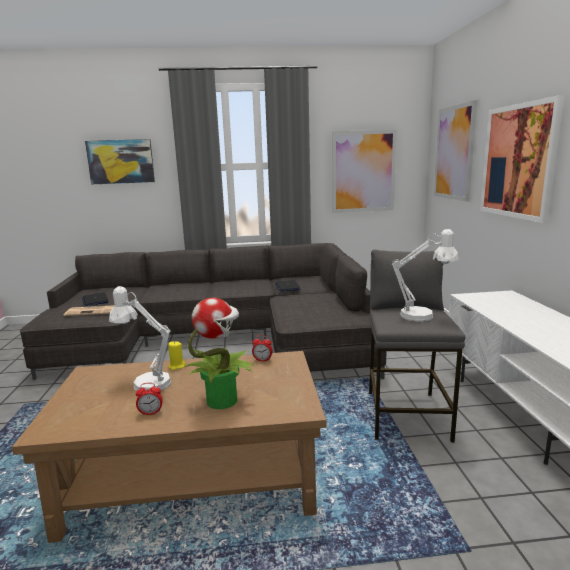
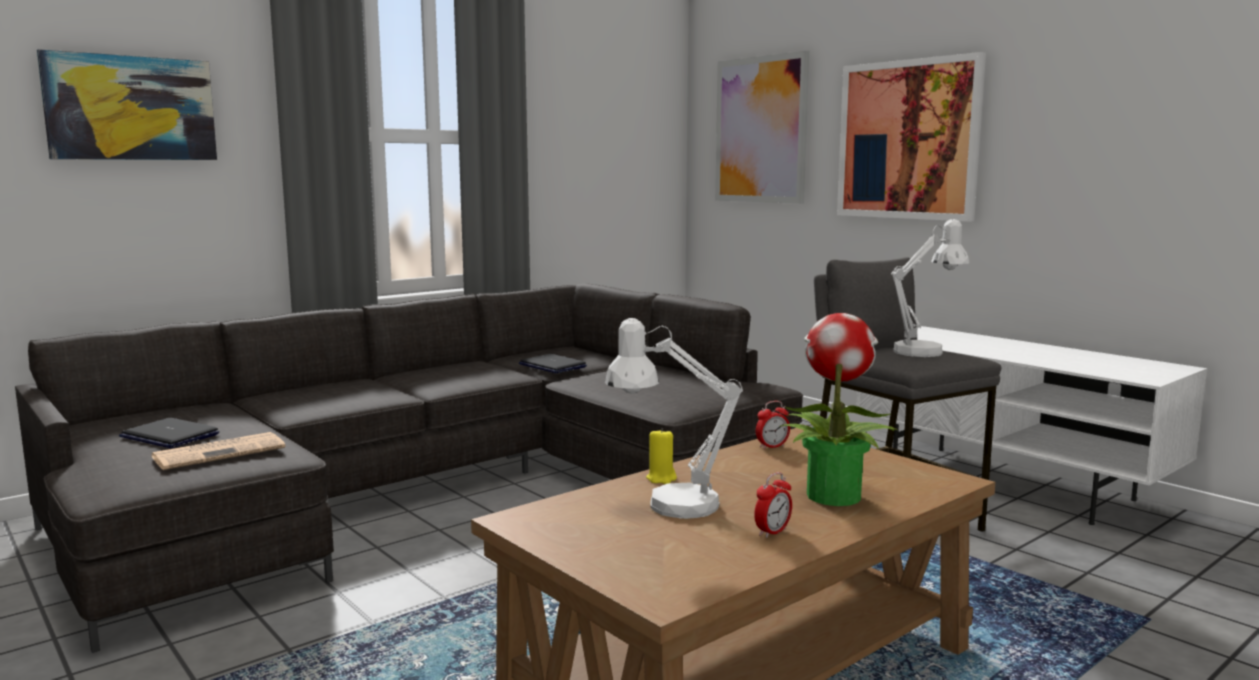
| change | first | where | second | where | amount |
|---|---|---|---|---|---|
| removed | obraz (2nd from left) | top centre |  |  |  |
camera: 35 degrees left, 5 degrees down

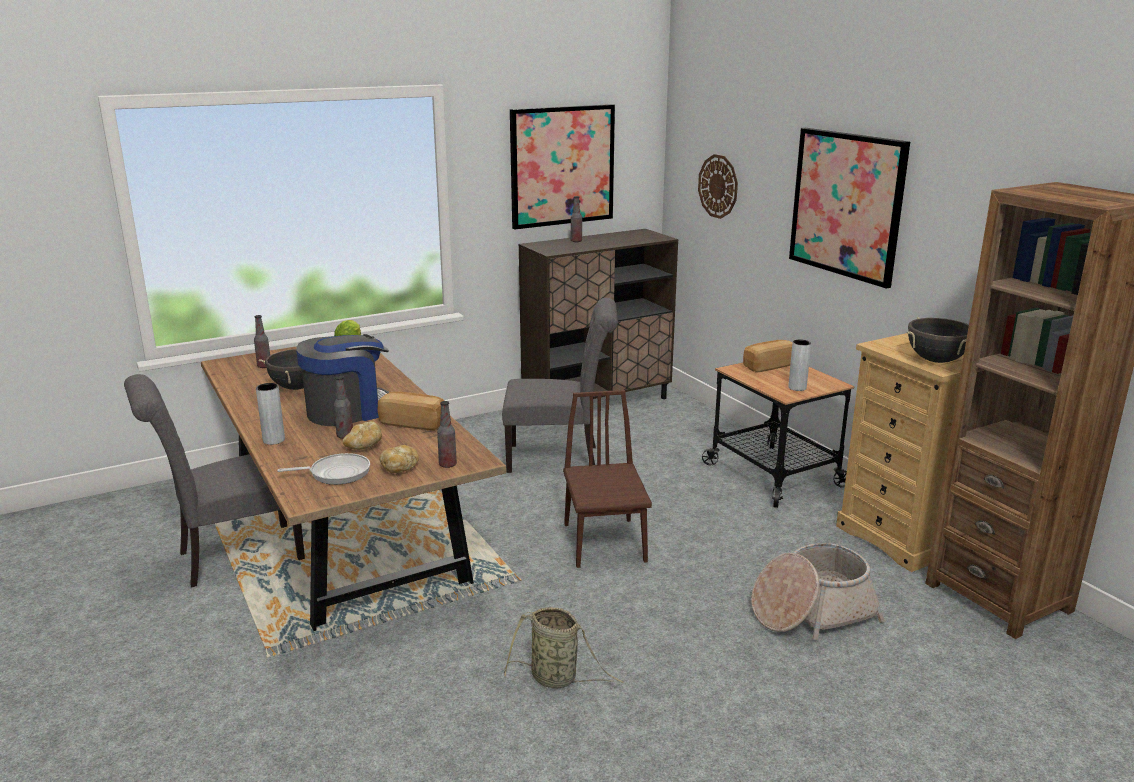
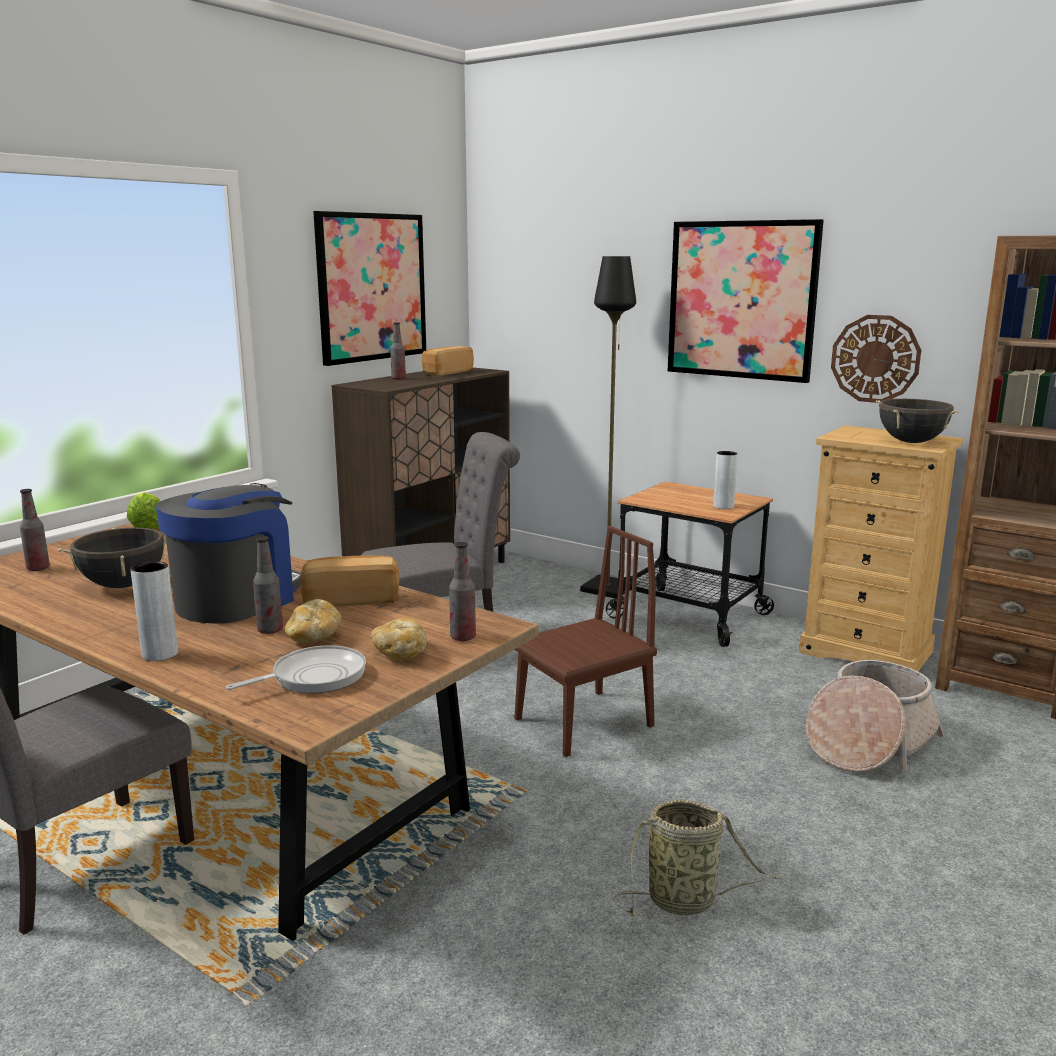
| change | first | where | second | where | amount |
|---|---|---|---|---|---|
| moved | chleb (4th from left) | middle right |  | centre |  |
| turned | krzesło [brązowy] | centre |  | centre | 90 degrees clockwise |
| added |  |  | lampa stojąca [czarny] | centre |  |
| moved | zegar ścienny | top centre |  | middle right |  |
camera: 25 degrees left, 5 degrees down

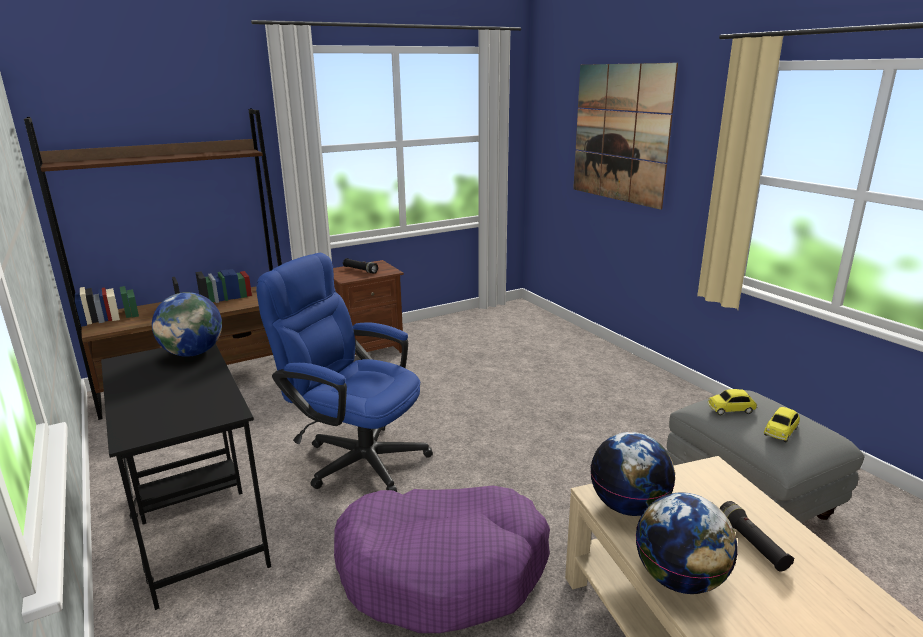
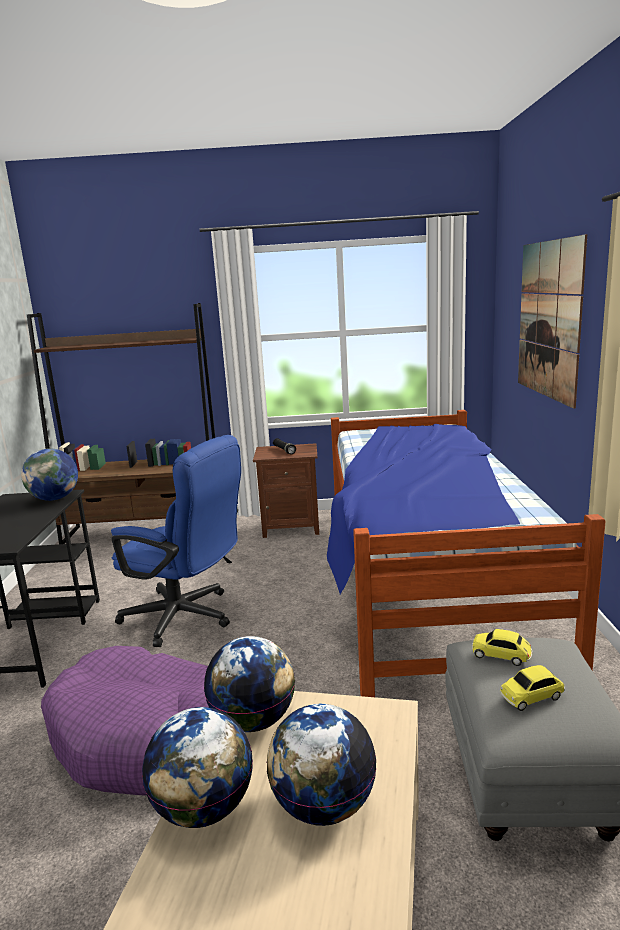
| change | first | where | second | where | amount |
|---|---|---|---|---|---|
| turned | krzesło biurowe [niebieski] | centre |  | middle left | 150 degrees clockwise |
| replaced | latarka [czarny] (2nd from left) | bottom right | globus (4th from left) | bottom centre |  |
| added |  |  | łóżko | middle right |  |
camera: 30 degrees right, 5 degrees down

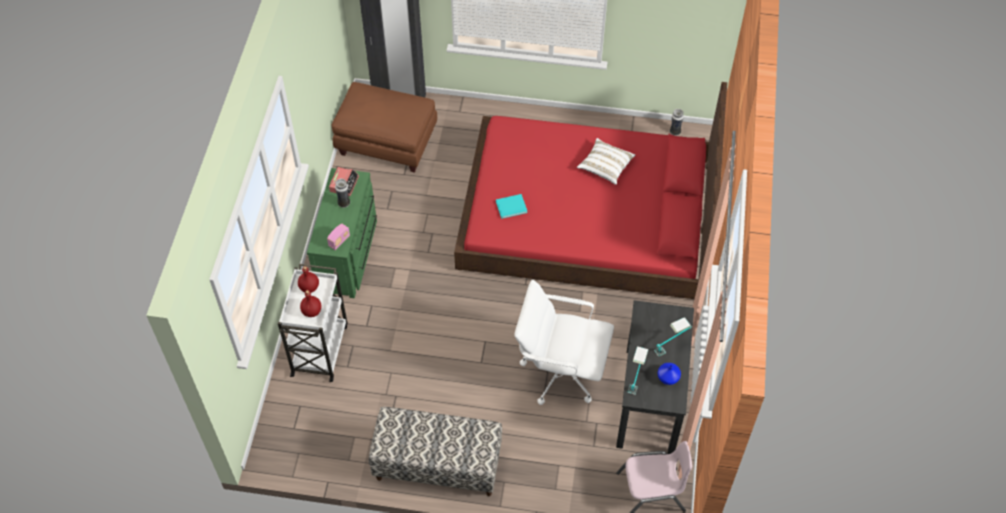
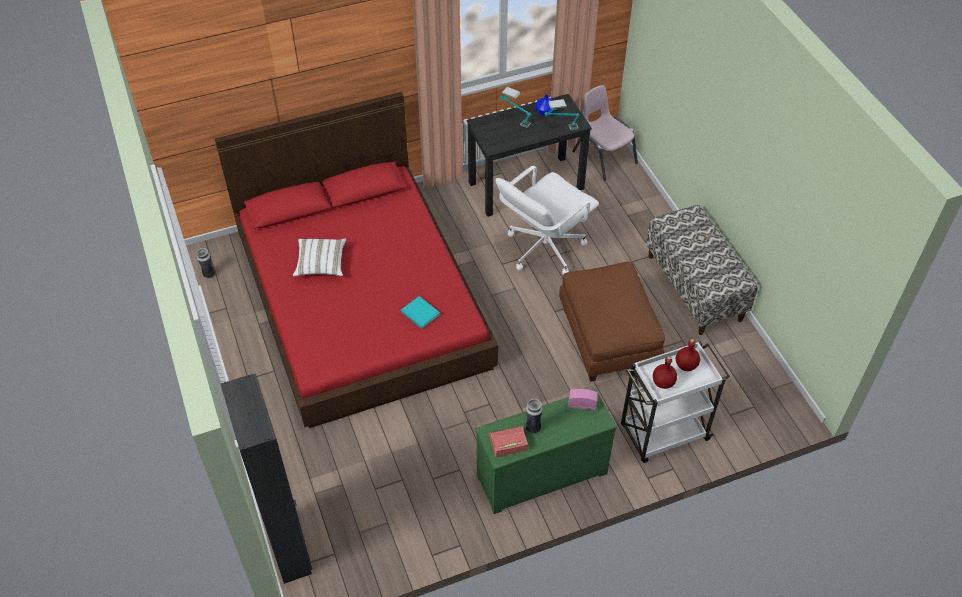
| change | first | where | second | where | amount |
|---|---|---|---|---|---|
| turned | krzesło biurowe [biały] | bottom centre |  | centre | 60 degrees clockwise |
| moved | pufa [brązowy] | top centre |  | centre |  |
camera: 120 degrees left, 5 degrees down

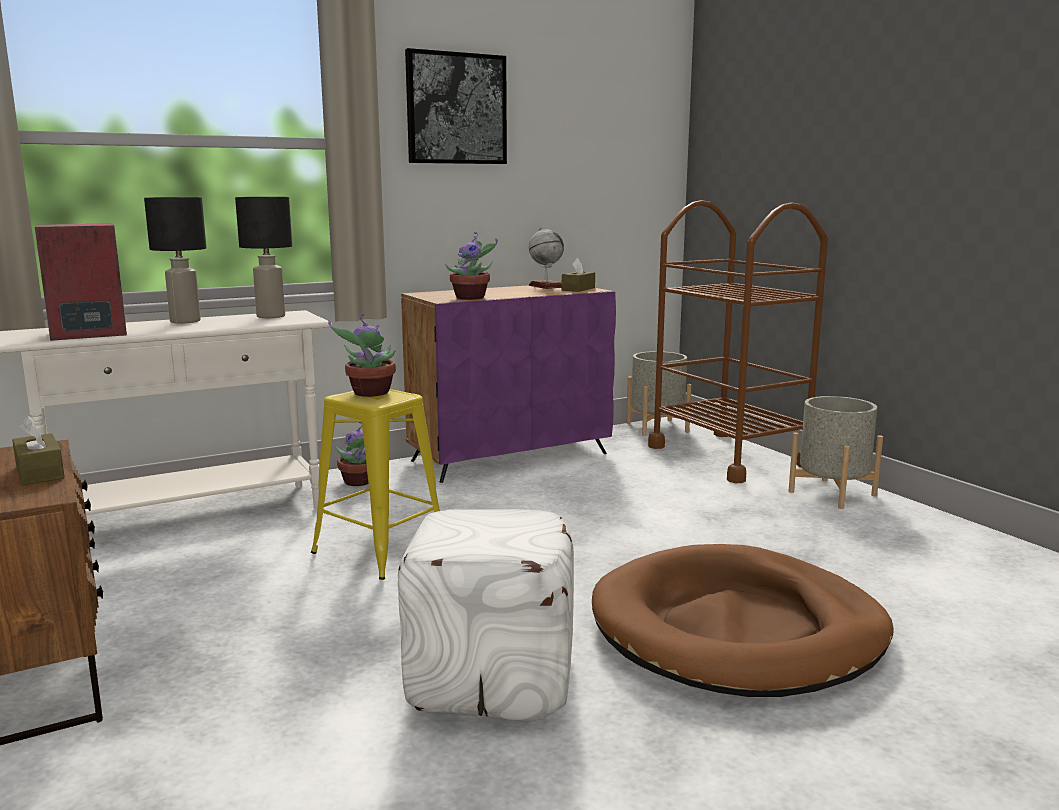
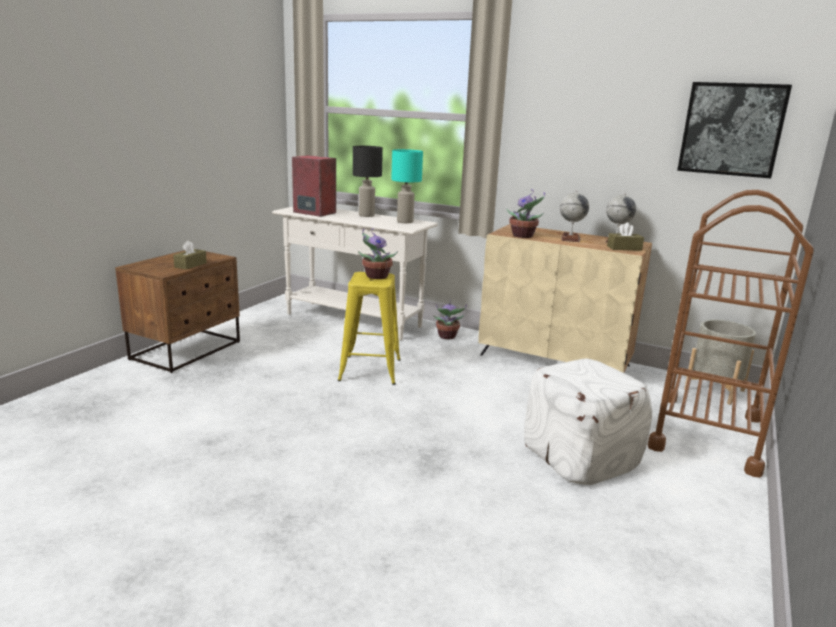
| change | first | where | second | where | amount |
|---|---|---|---|---|---|
| recoloured | lampa stołowa [czarny] (2nd from left) | top left | lampa stołowa [turkusowy] | top centre |  |
| recoloured | szafka [fioletowy] | centre | szafka [beżowy] | middle right |  |
| moved | pufa [biały] | bottom centre |  | bottom right |  |
| added |  |  | globus (1st from left) | middle right |  |
| moved | obraz | top centre |  | top right |  |
| removed | legowisko [brązowy] | bottom right |  |  |  |
| removed | donica [szary] (2nd from left) | middle right |  |  |  |
camera: 55 degrees right, 5 degrees up

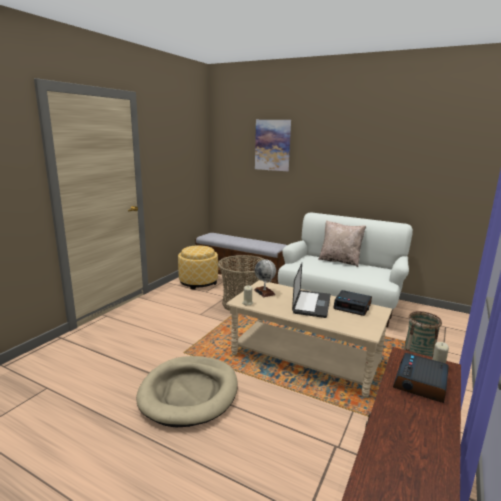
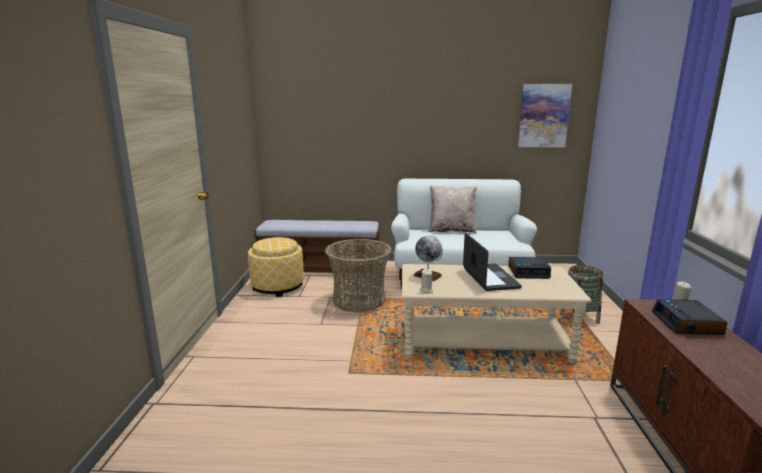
| change | first | where | second | where | amount |
|---|---|---|---|---|---|
| moved | obraz | top centre |  | top right |  |
| removed | legowisko [beżowy] | bottom centre |  |  |  |
camera: 25 degrees left, 0 degrees up

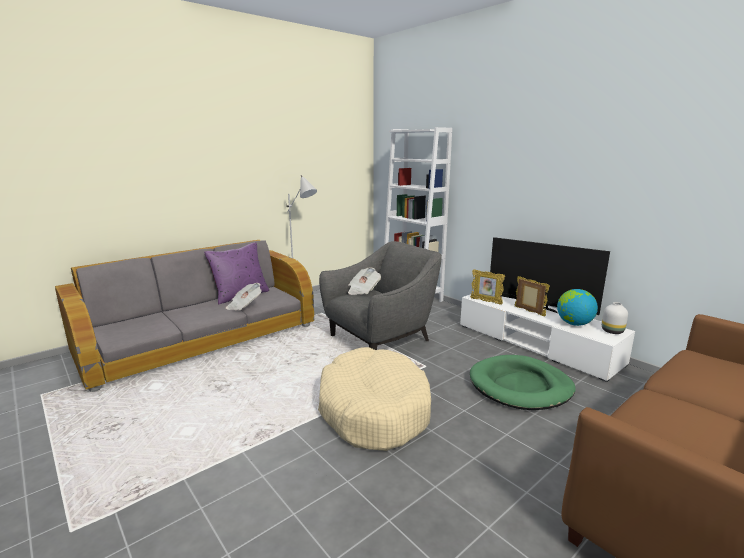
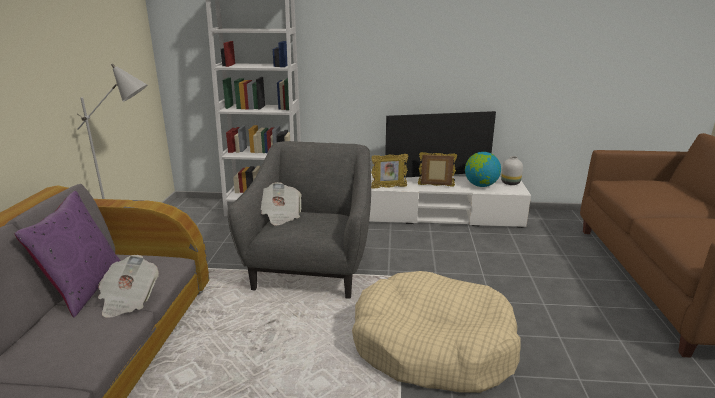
| change | first | where | second | where | amount |
|---|---|---|---|---|---|
| removed | legowisko [zielony] | bottom right |  |  |  |
camera: 45 degrees left, 5 degrees up

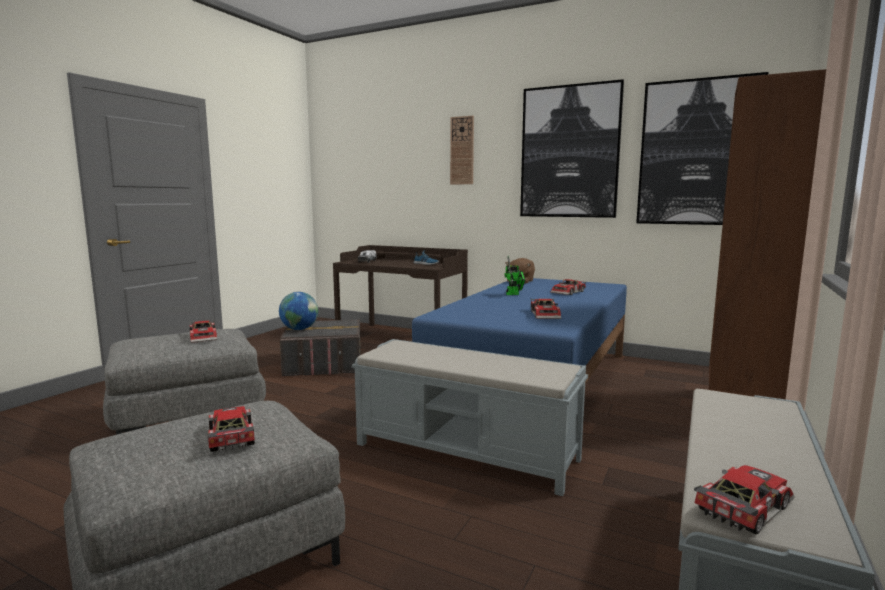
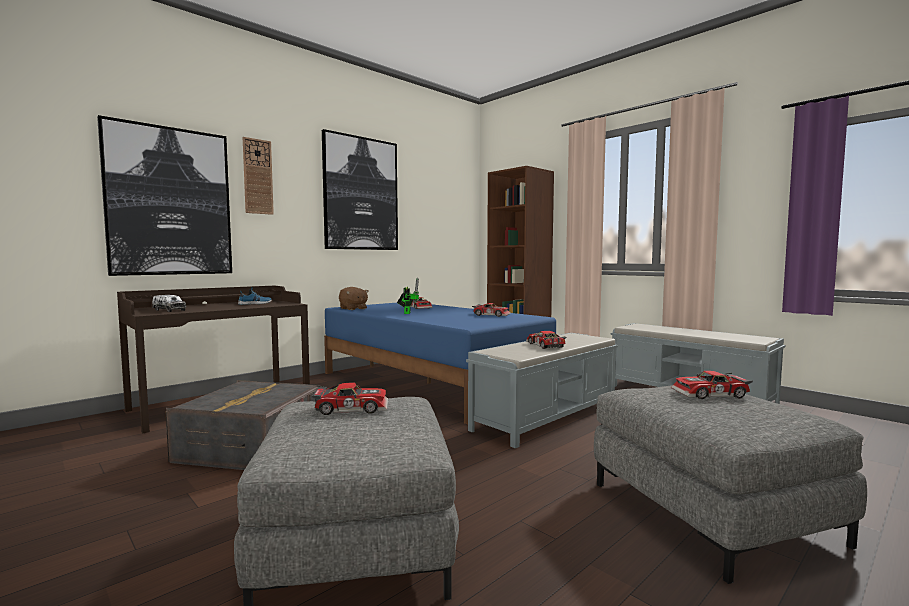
| change | first | where | second | where | amount |
|---|---|---|---|---|---|
| moved | obraz (2nd from left in the first image) | top right | obraz (1st from left) | top left |  |
| moved | samochodzik (5th from left in the first image) | bottom right | samochodzik (4th from left) | centre |  |
| removed | globus | centre |  |  |  |
camera: 70 degrees left, 5 degrees down

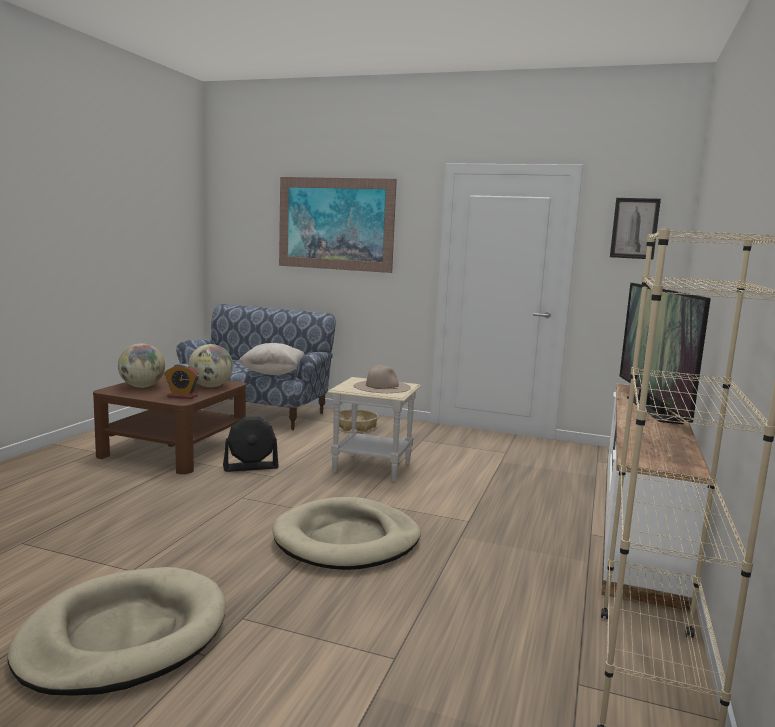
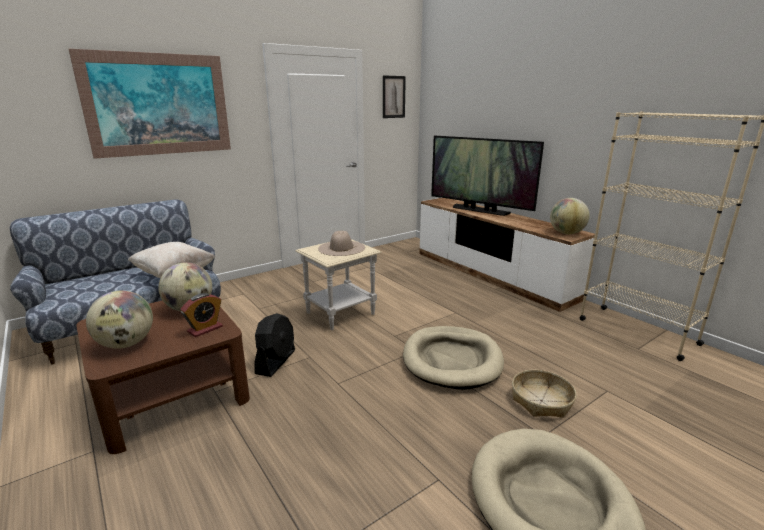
| change | first | where | second | where | amount |
|---|---|---|---|---|---|
| moved | koszyk | centre |  | bottom right |  |
| added |  |  | globus (3rd from left) | middle right |  |
camera: 55 degrees left, 10 degrees up

